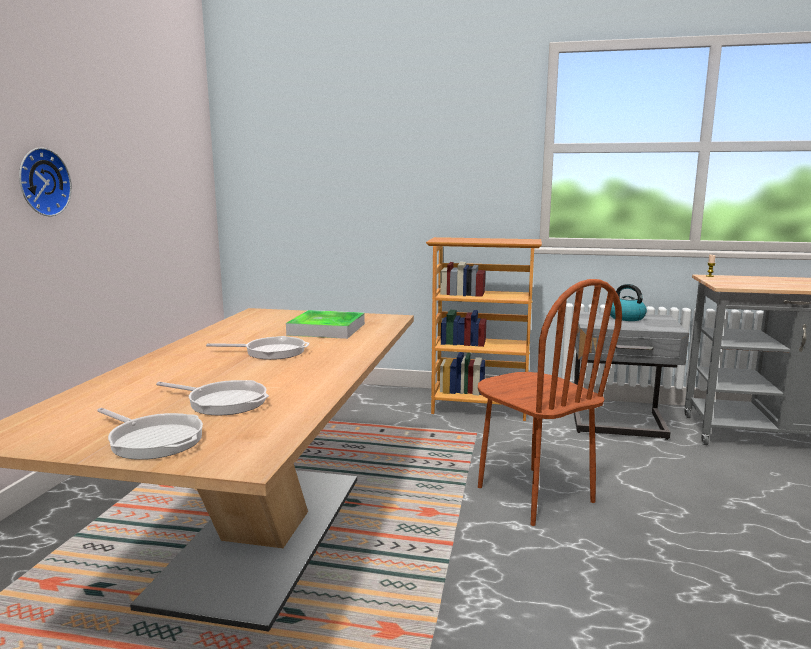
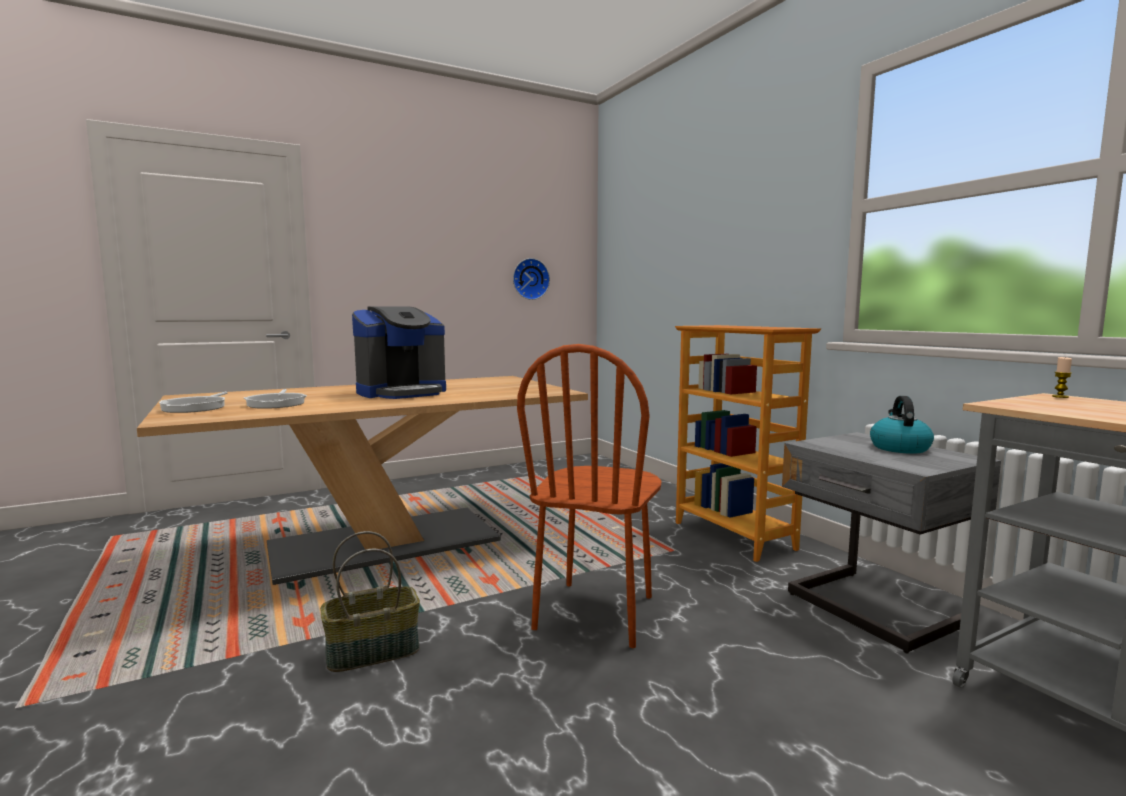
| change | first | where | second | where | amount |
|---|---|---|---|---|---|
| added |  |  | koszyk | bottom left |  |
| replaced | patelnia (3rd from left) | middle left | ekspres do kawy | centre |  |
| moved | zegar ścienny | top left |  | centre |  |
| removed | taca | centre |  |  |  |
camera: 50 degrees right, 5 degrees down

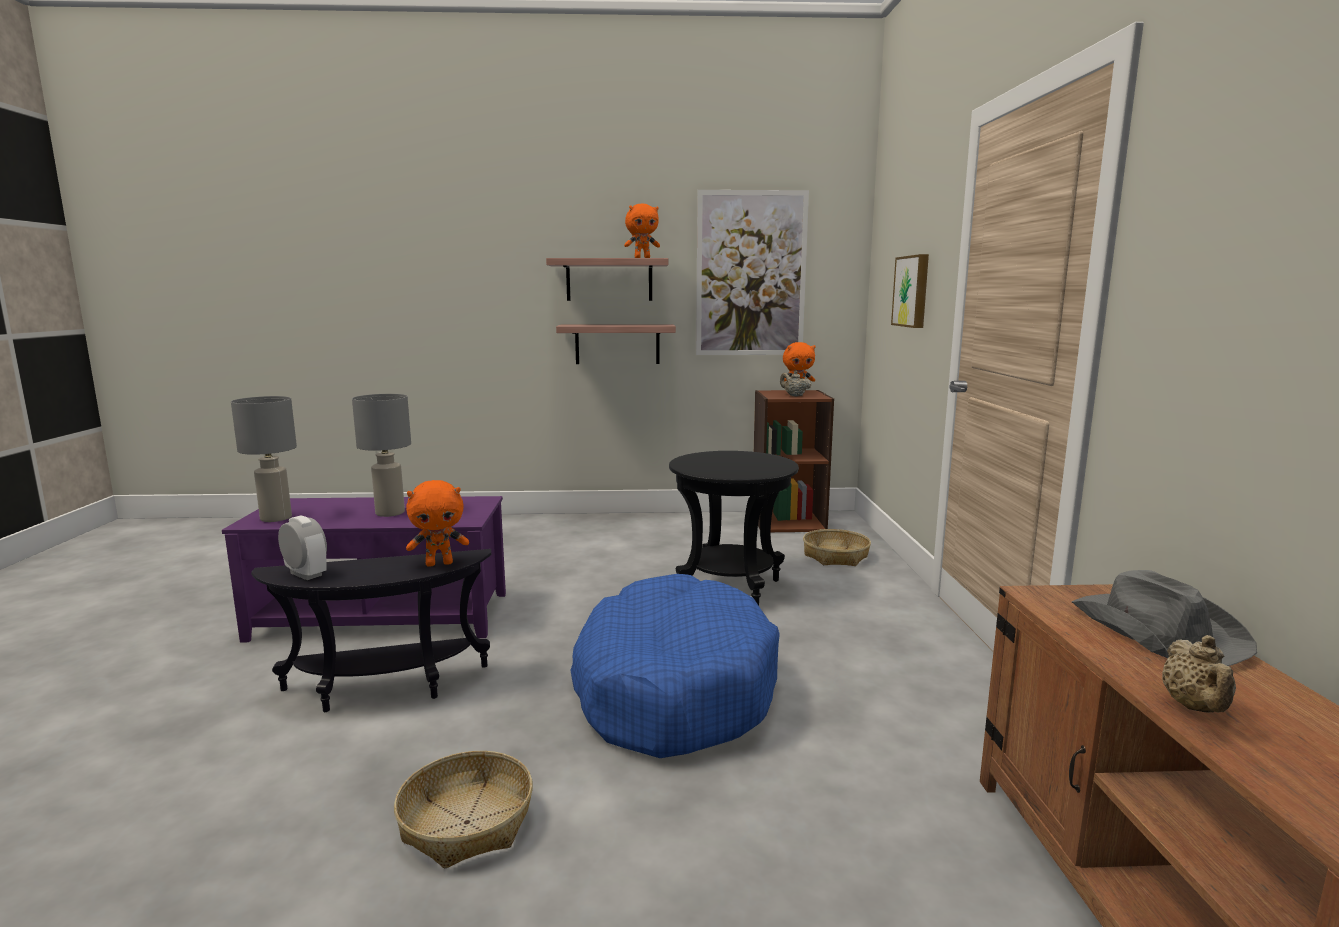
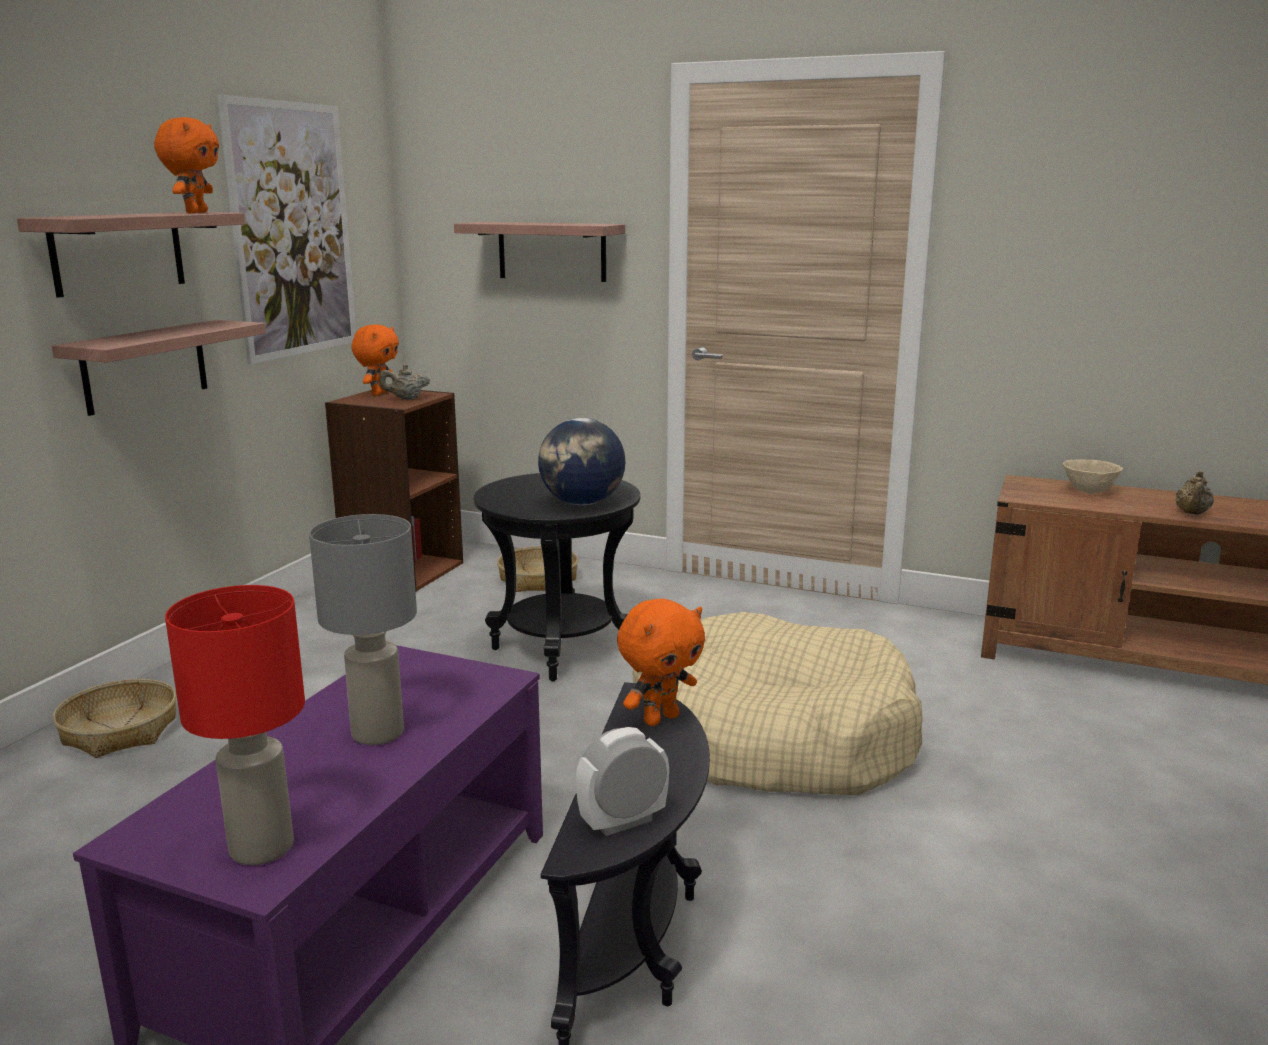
| change | first | where | second | where | amount |
|---|---|---|---|---|---|
| moved | koszyk (1st from left) | bottom centre |  | bottom left |  |
| recoloured | lampa stołowa [szary] (1st from left) | middle left | lampa stołowa [czerwony] | bottom left |  |
| replaced | obraz (2nd from left) | top right | półka (3rd from left) | top centre |  |
| added |  |  | globus | centre |  |
| turned | pluszak [pomarańczowy] (1st from left in the first image) | middle left | pluszak [pomarańczowy] (3rd from left) | centre | 45 degrees clockwise |
| recoloured | legowisko [niebieski] | bottom centre | legowisko [beżowy] | bottom centre |  |
| replaced | kapelusz [szary] | bottom right | miska [beżowy] | middle right |  |
| turned | imbryk [beżowy] (2nd from left) | bottom right |  | middle right | 75 degrees clockwise |
camera: 65 degrees left, 5 degrees up

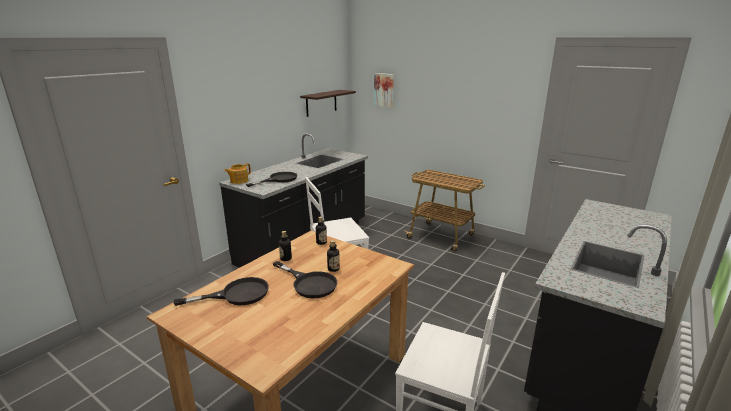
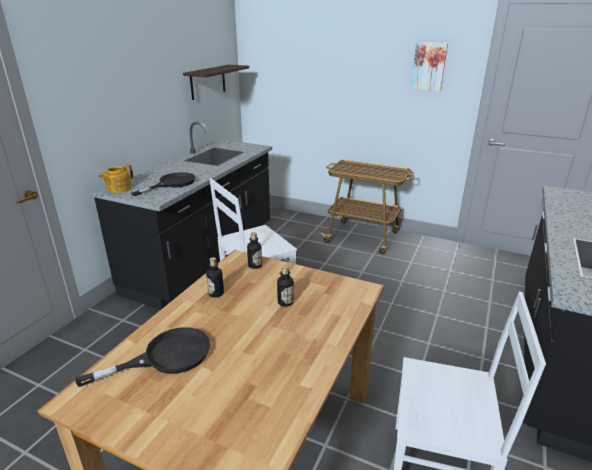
| change | first | where | second | where | amount |
|---|---|---|---|---|---|
| moved | obraz | top centre |  | top right |  |
| removed | patelnia [czarny] (3rd from left) | bottom centre |  |  |  |
camera: 10 degrees left, 5 degrees up

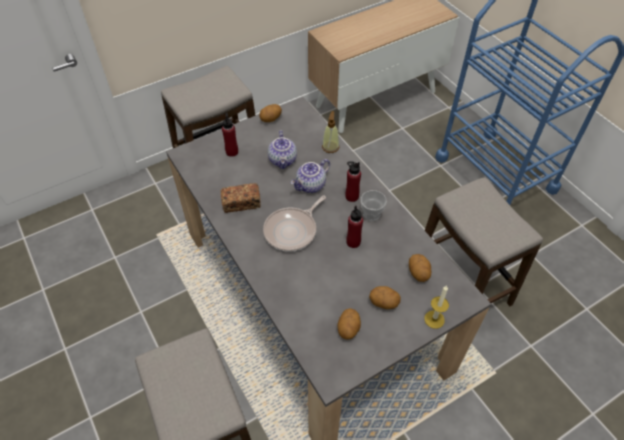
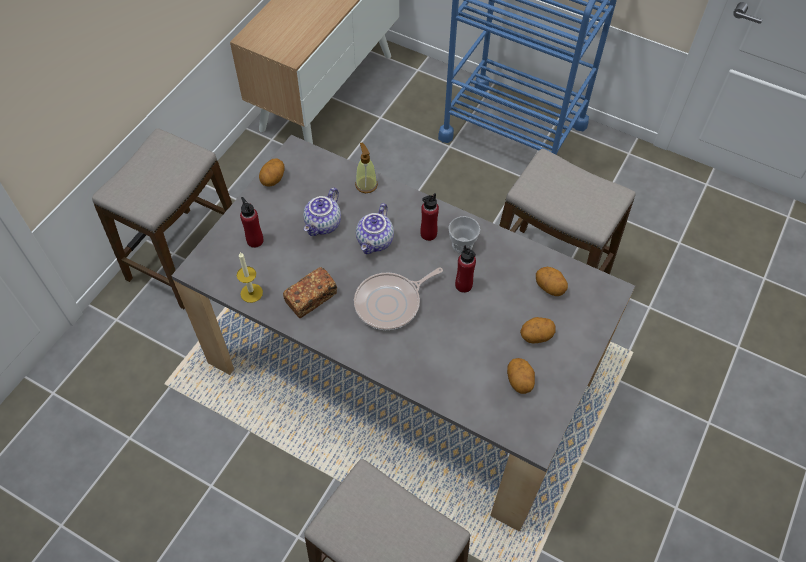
| change | first | where | second | where | amount |
|---|---|---|---|---|---|
| moved | świeca | bottom right |  | middle left |  |
| turned | imbryk (1st from left) | centre |  | centre | 60 degrees clockwise |
| turned | patelnia | centre |  | centre | 45 degrees clockwise |
camera: 30 degrees left, 5 degrees up

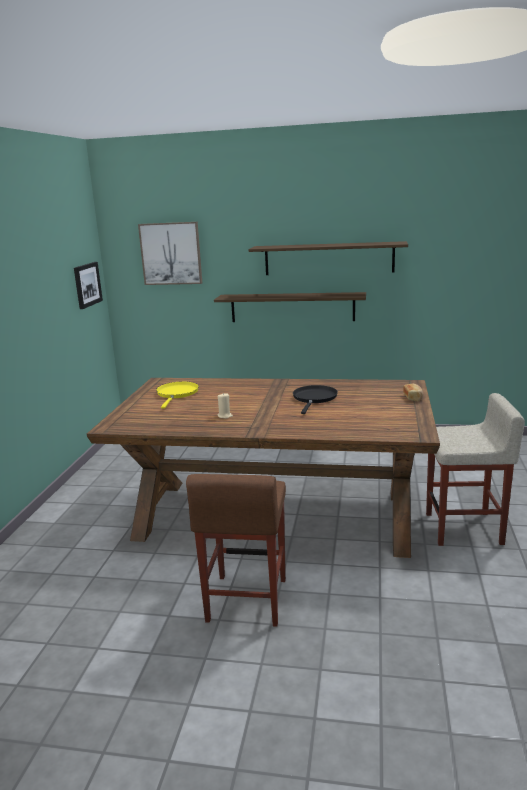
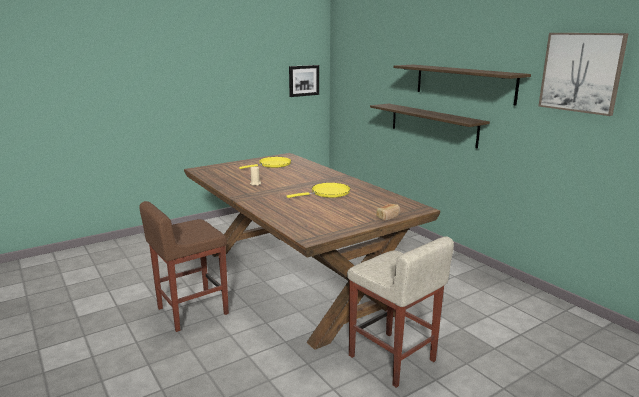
| change | first | where | second | where | amount |
|---|---|---|---|---|---|
| recoloured | patelnia [czarny] | centre | patelnia [żółty] (2nd from left) | centre |  |
| moved | obraz (2nd from left) | top left |  | top right |  |
camera: 45 degrees right, 0 degrees up

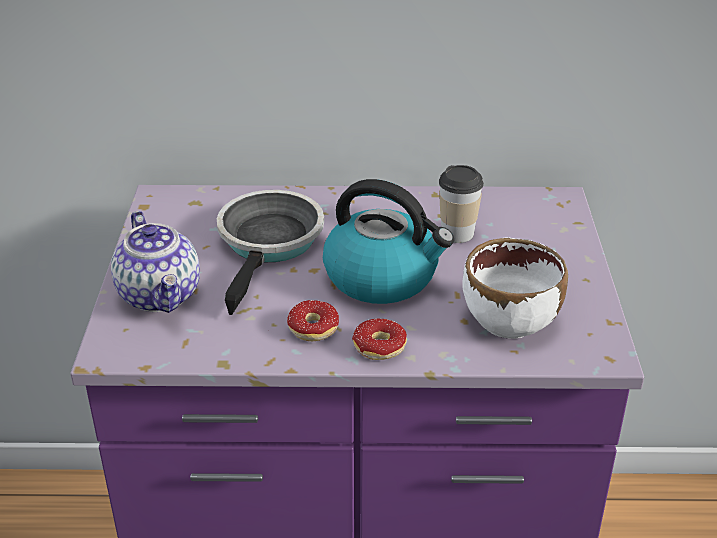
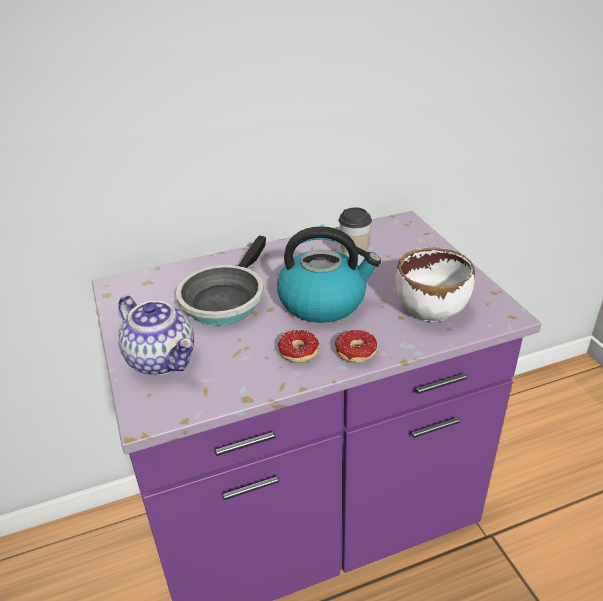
| change | first | where | second | where | amount |
|---|---|---|---|---|---|
| turned | patelnia | centre |  | centre | 150 degrees counterclockwise |
camera: 20 degrees left, 0 degrees up

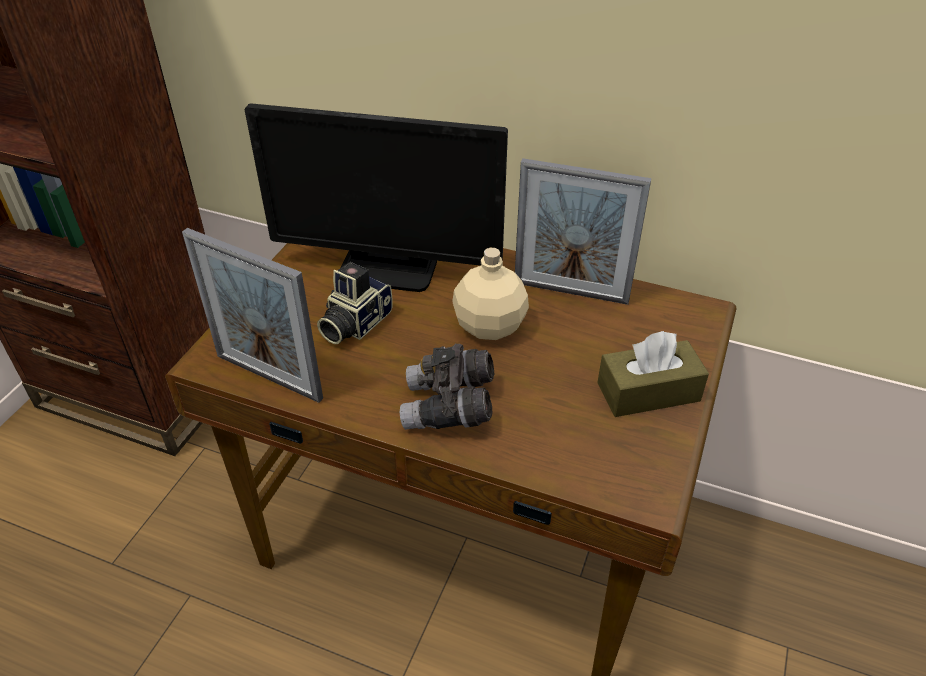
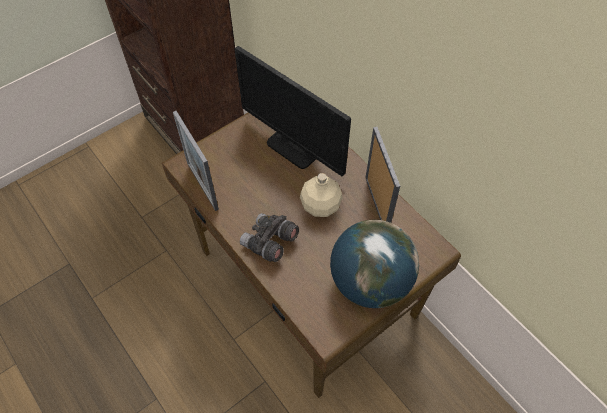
| change | first | where | second | where | amount |
|---|---|---|---|---|---|
| replaced | pudełko chusteczek [brązowy] | middle right | globus | centre |  |
| turned | ramka na zdjęcie (2nd from left) | centre |  | centre | 150 degrees counterclockwise |
| removed | aparat fotograficzny | centre |  |  |  |
camera: 30 degrees right, 15 degrees up

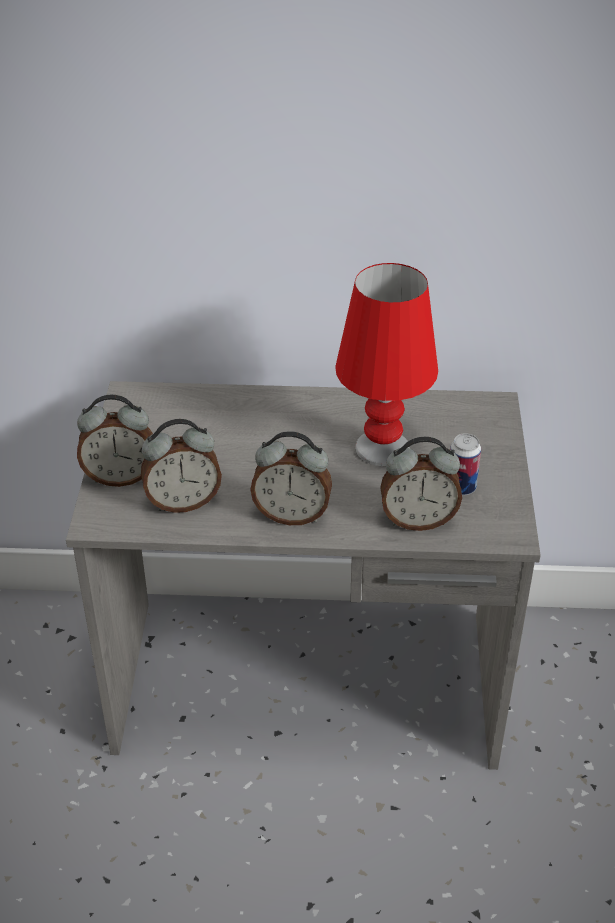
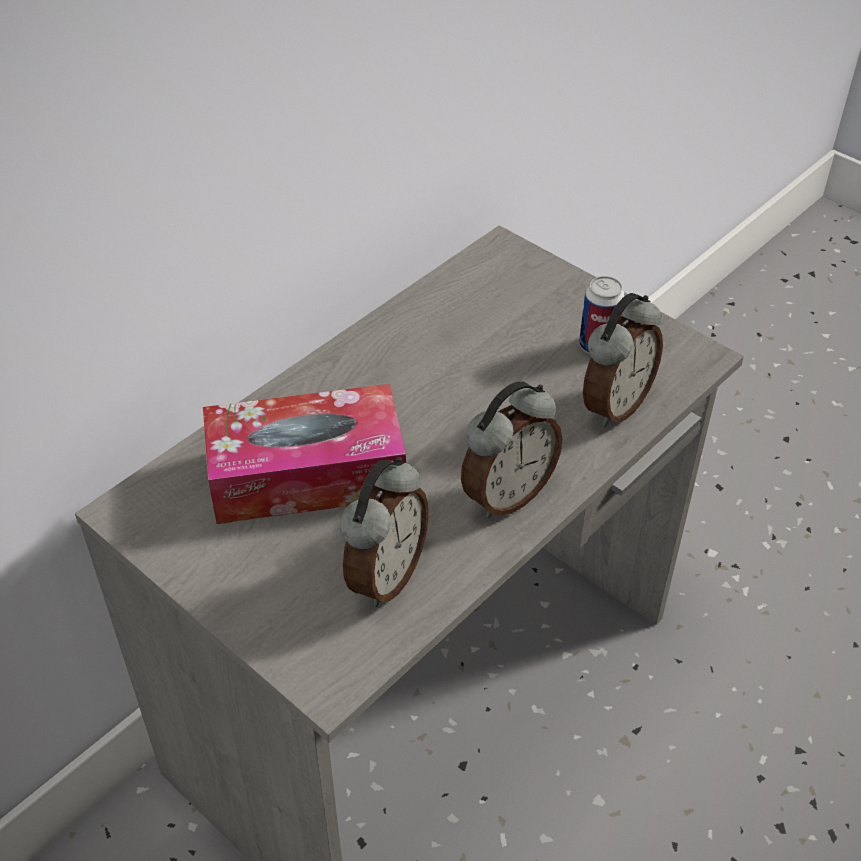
| change | first | where | second | where | amount |
|---|---|---|---|---|---|
| added |  |  | pudełko chusteczek | centre |  |
| removed | budzik (1st from left) | middle left |  |  |  |
| removed | lampa stołowa [czerwony] | centre |  |  |  |
camera: 50 degrees left, 5 degrees up

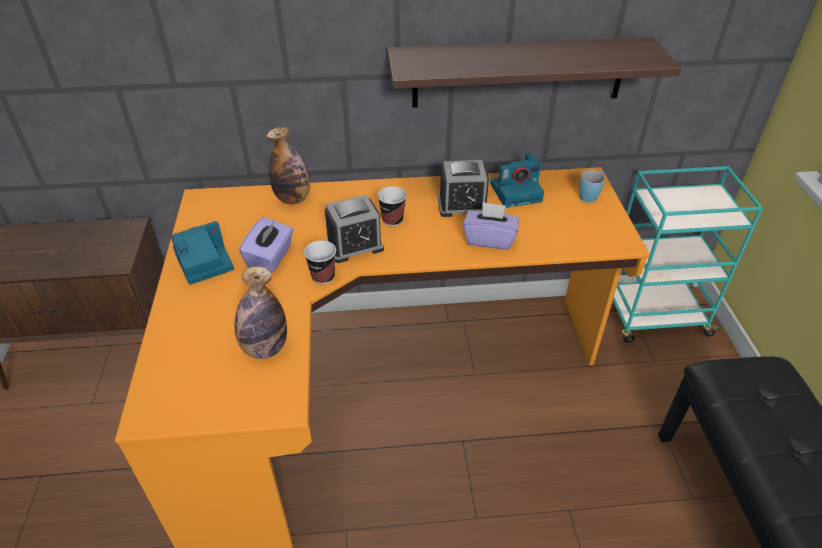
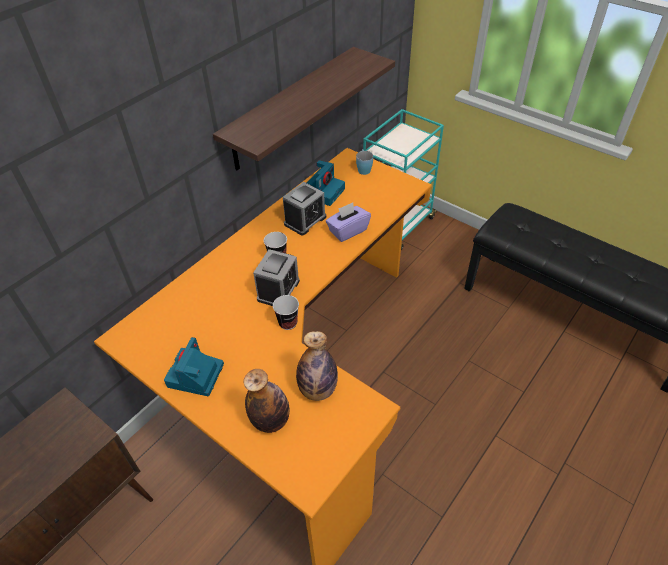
| change | first | where | second | where | amount |
|---|---|---|---|---|---|
| moved | butelka (2nd from left in the first image) | top centre | butelka (1st from left) | bottom centre |  |
| removed | pudełko chusteczek [fioletowy] (1st from left) | middle left |  |  |  |
camera: 45 degrees left, 5 degrees up

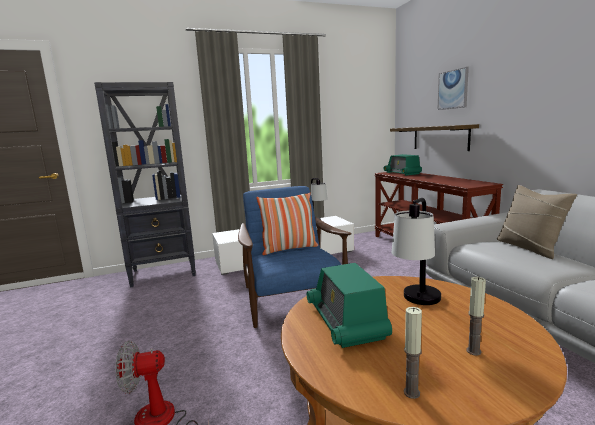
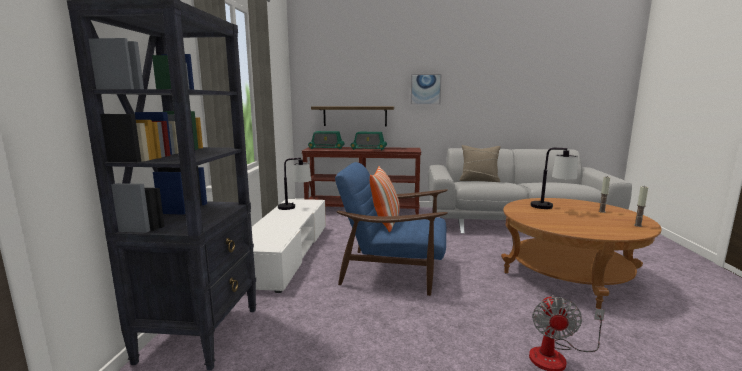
| change | first | where | second | where | amount |
|---|---|---|---|---|---|
| moved | radio (1st from left in the first image) | bottom centre | radio (2nd from left) | centre |  |
| moved | obraz | top right |  | top centre |  |
camera: 65 degrees left, 0 degrees up

